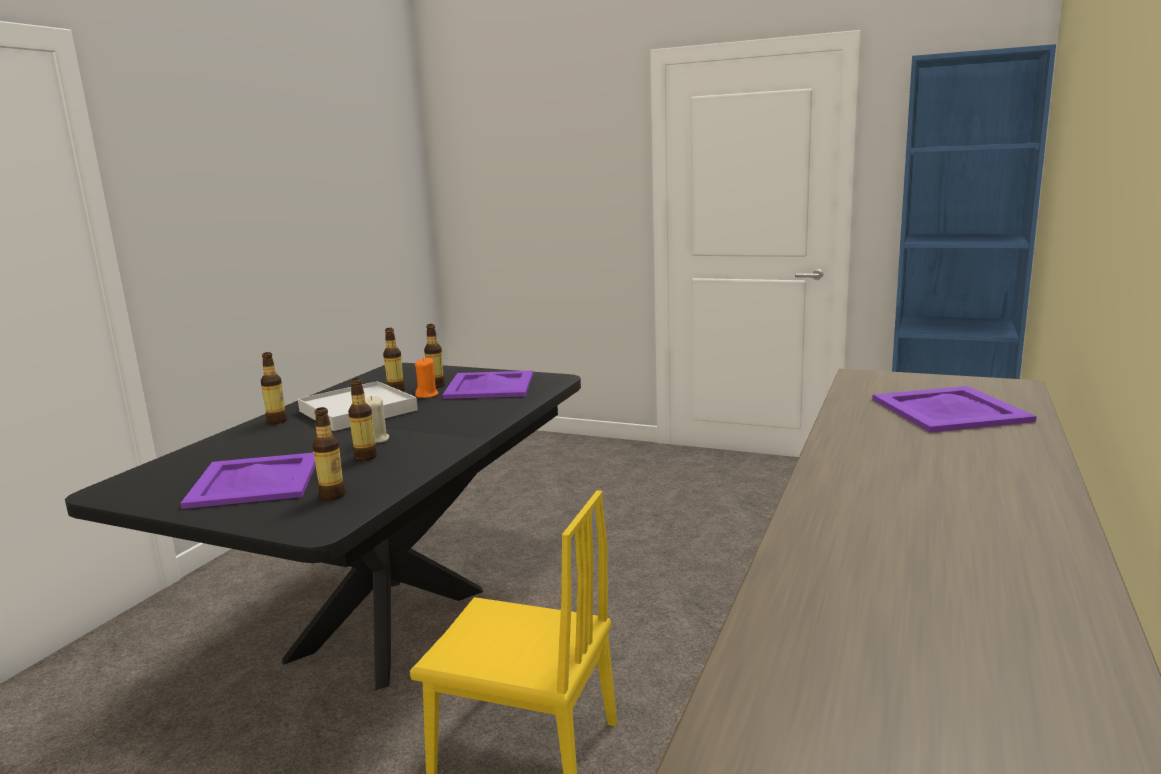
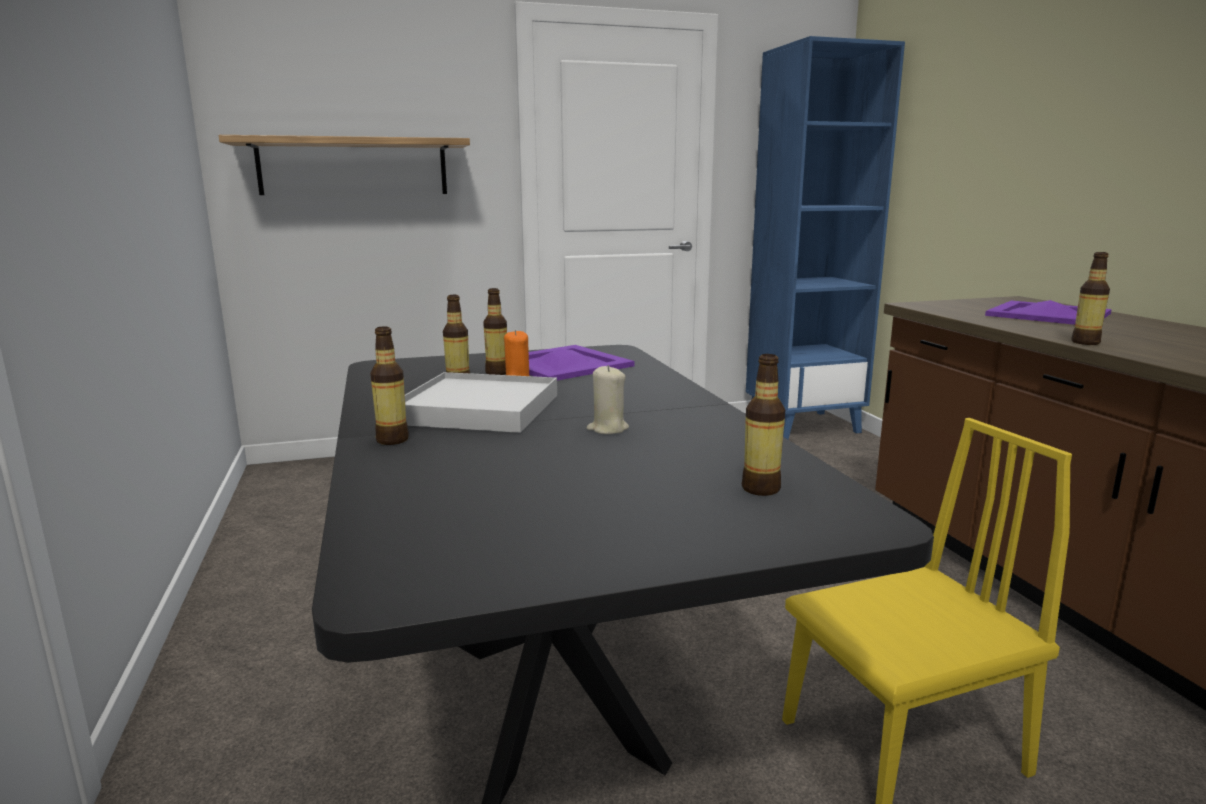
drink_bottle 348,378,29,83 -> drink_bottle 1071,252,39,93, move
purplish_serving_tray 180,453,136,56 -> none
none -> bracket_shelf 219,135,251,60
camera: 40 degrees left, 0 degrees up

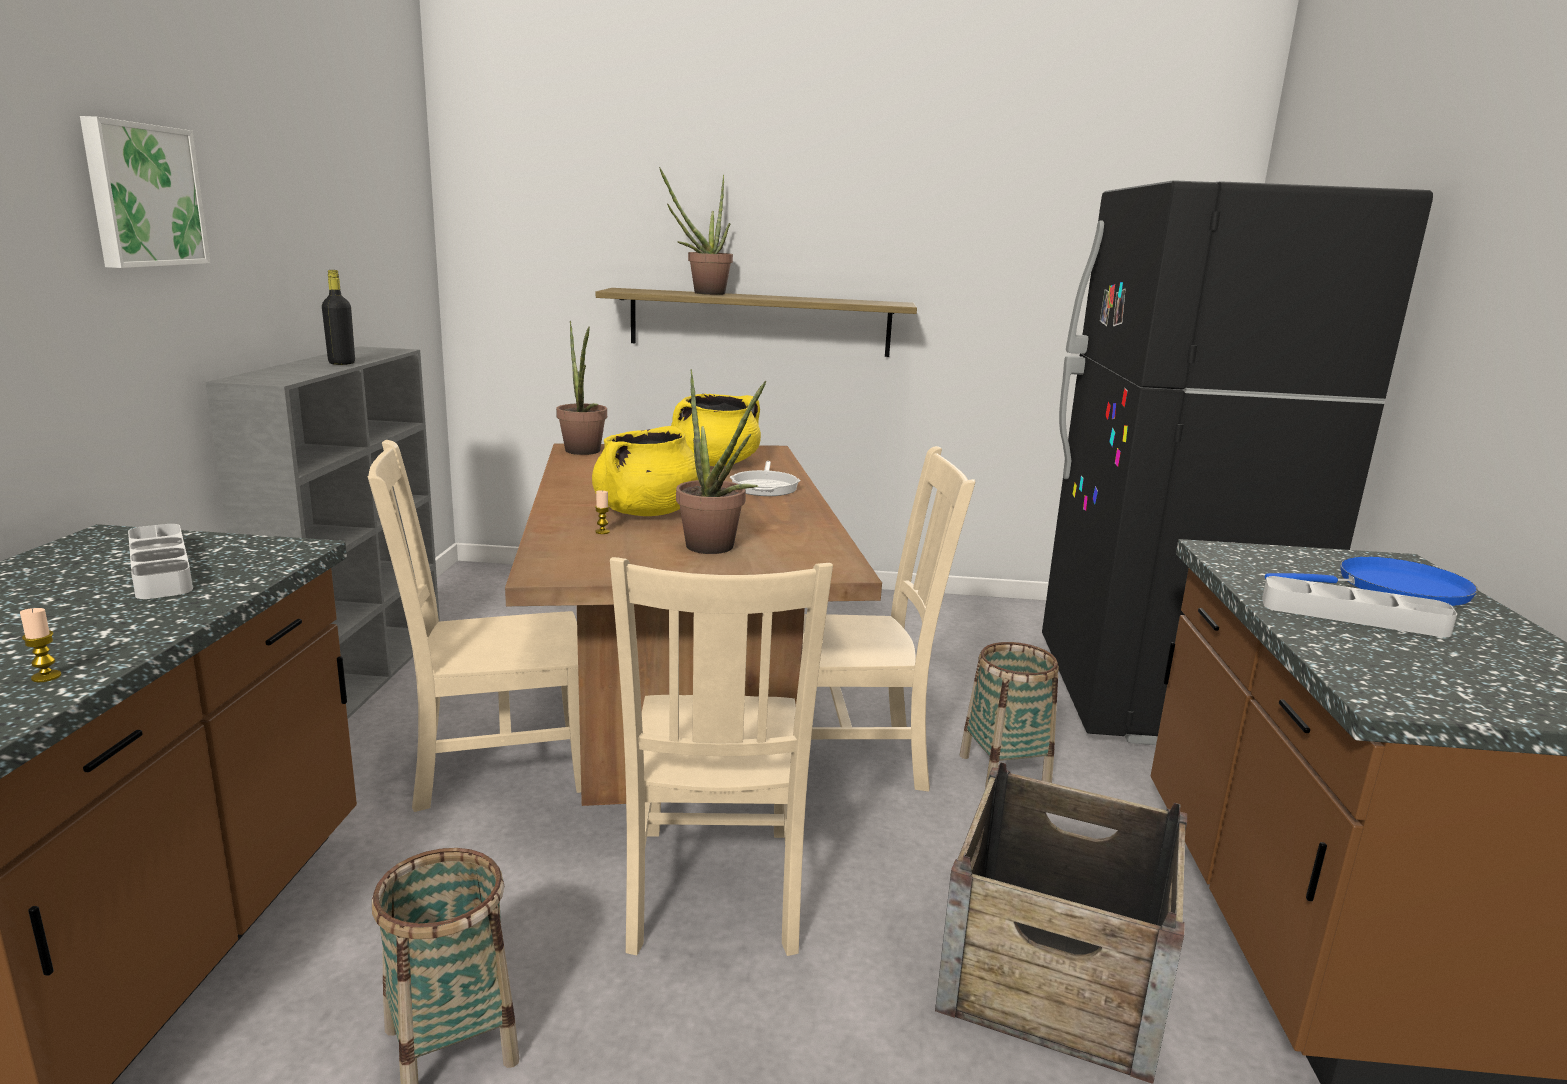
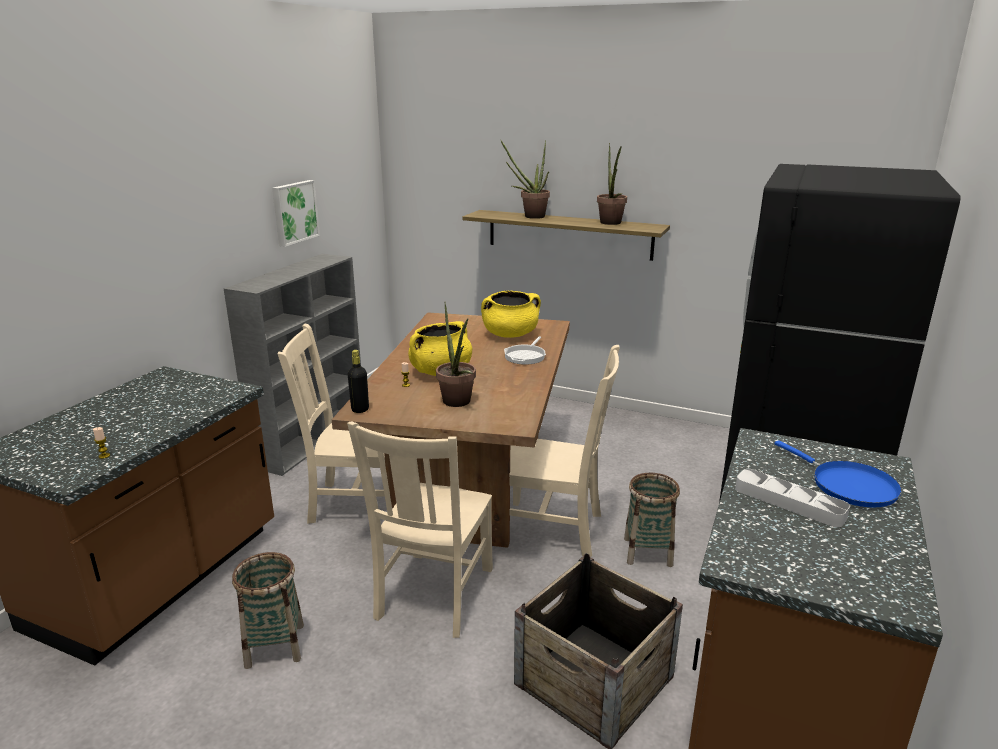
wall_art 80,116,130,152 -> wall_art 272,180,48,67, move
black-coloured_drink_bottle 322,270,33,95 -> black-coloured_drink_bottle 348,350,21,63, move
houseplant 556,321,51,134 -> houseplant 597,143,30,82, move
gray_serving_tray 128,524,65,75 -> none
blue_frying_pan 1265,557,213,49 -> blue_frying_pan 775,440,127,68, 45 degrees clockwise
camera: 20 degrees right, 5 degrees up

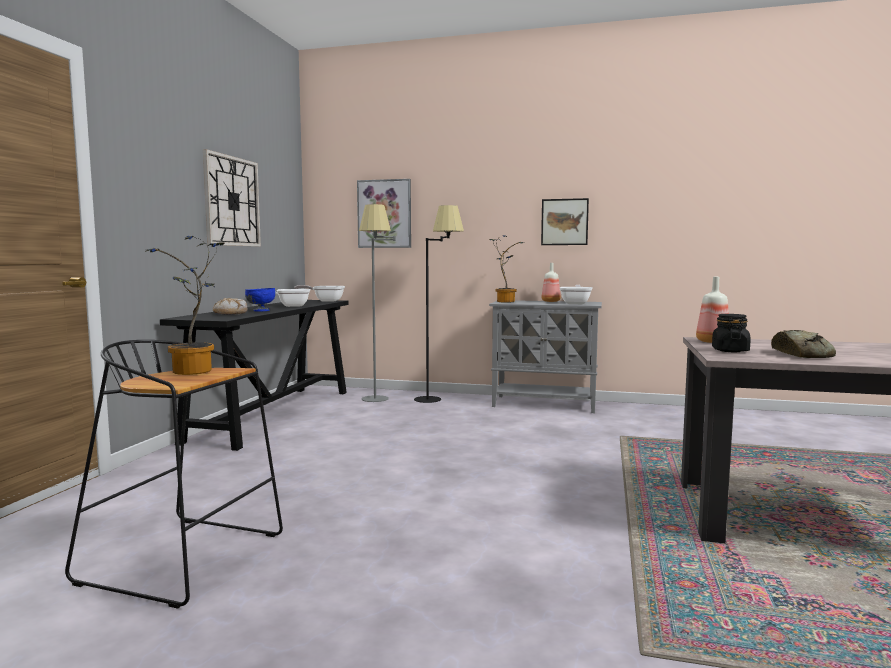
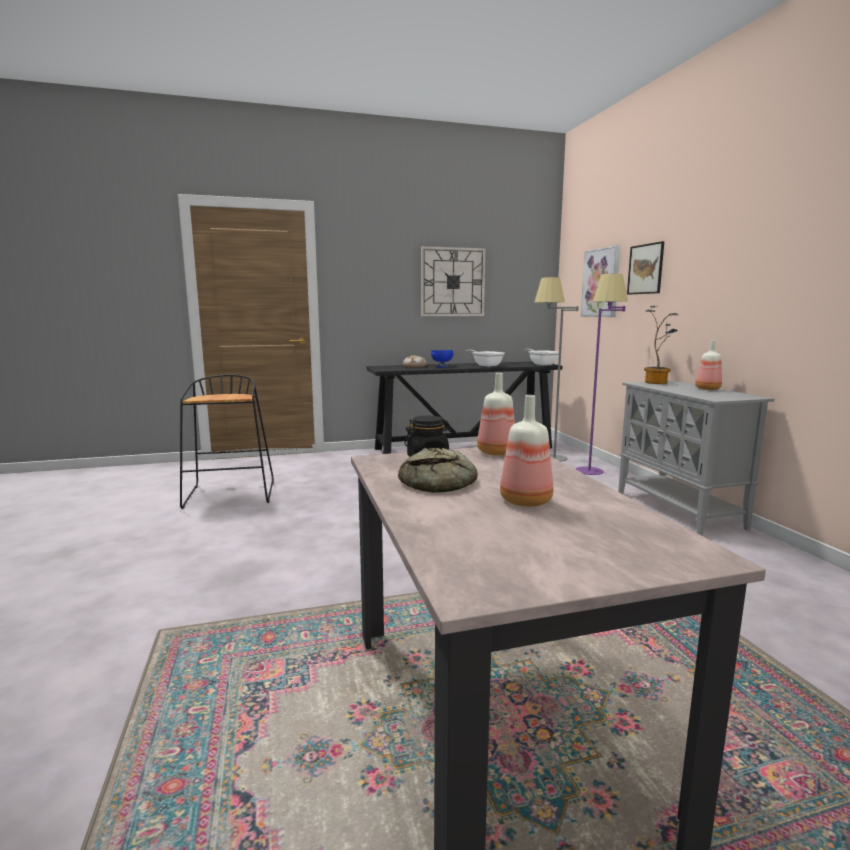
wall_art 541,198,48,47 -> wall_art 627,241,37,54, move
black-coloured_floor_lamp 414,205,50,198 -> purplish_floor_lamp 575,274,53,201
houseplant 145,236,80,139 -> none
frying_pan 560,285,33,19 -> none
none -> drink_bottle 500,395,53,112
camera: 60 degrees right, 5 degrees up

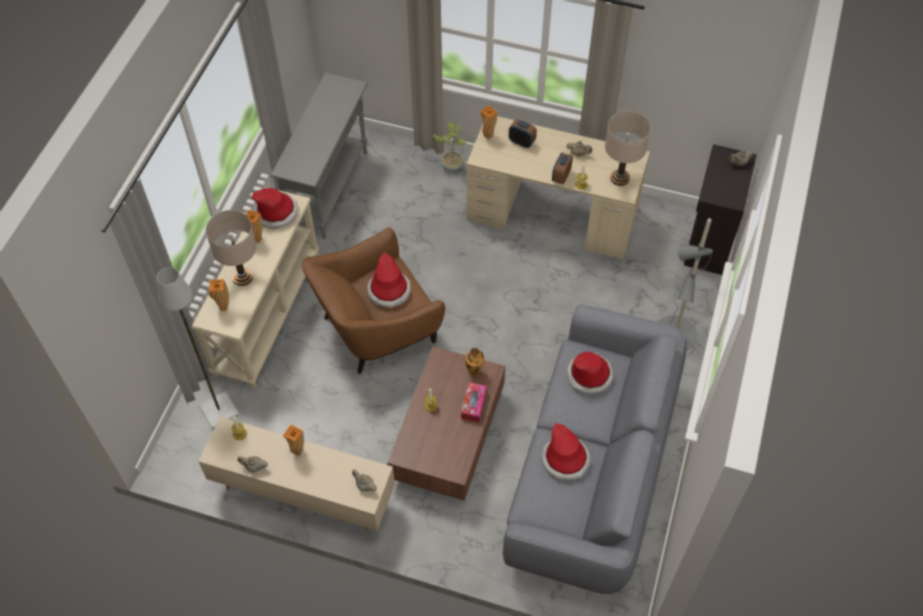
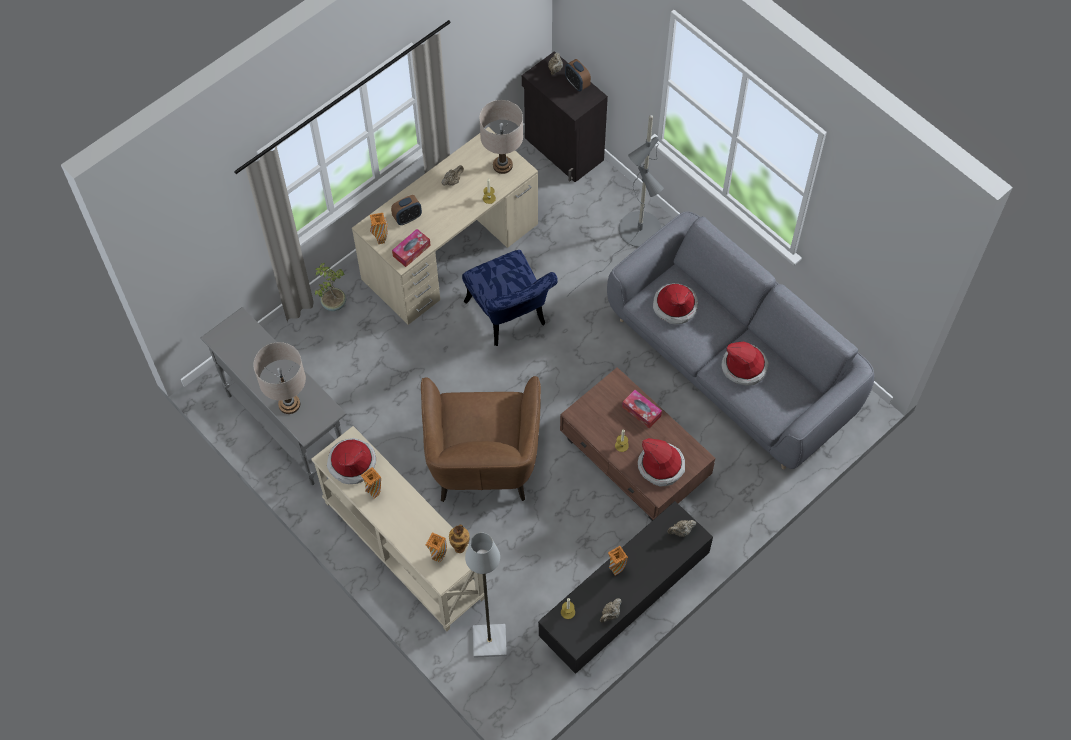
bedside_clock 552,153,21,31 -> bedside_clock 565,59,26,32, move
sand-coloured_lamp_for_a_table 206,210,51,76 -> sand-coloured_lamp_for_a_table 253,342,53,72, move
wearable_hat 367,252,44,55 -> wearable_hat 638,438,47,49, move
flower_vase 465,348,19,28 -> flower_vase 449,525,21,28, move
sand-coloured_media_console 198,416,197,117 -> black-coloured_media_console 538,501,175,173
none -> tissue_holder 392,229,39,38
none -> blue_upright_chair 462,250,96,96
camera: 60 degrees left, 5 degrees up

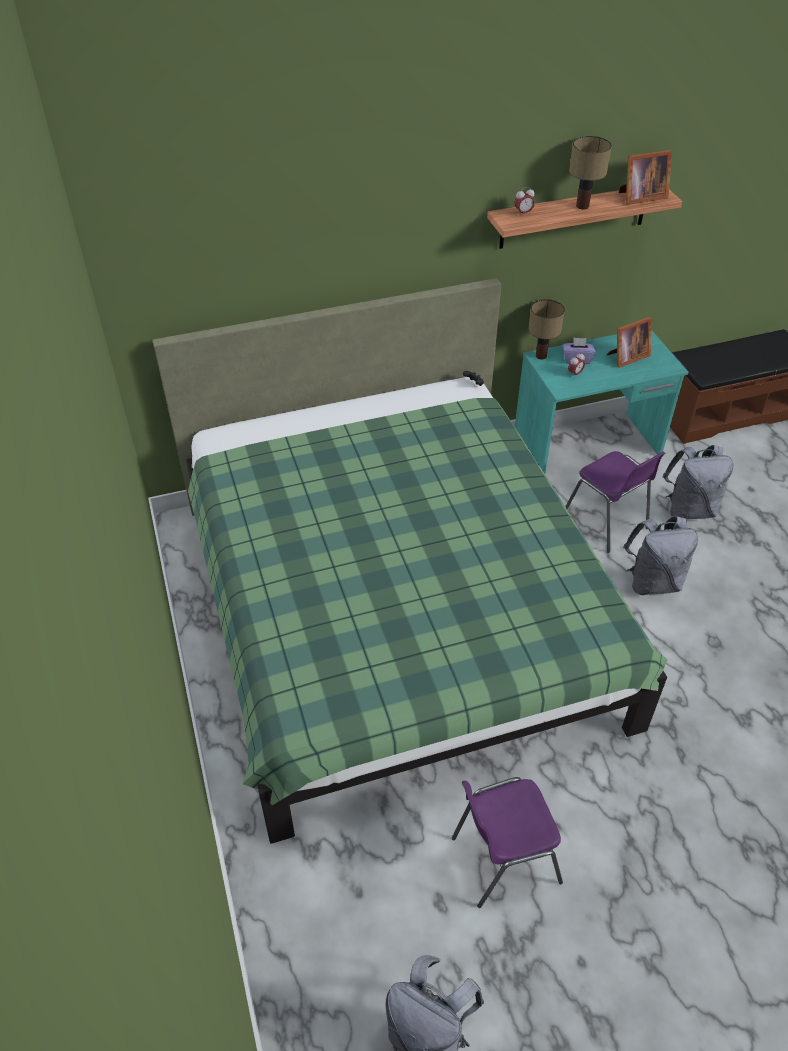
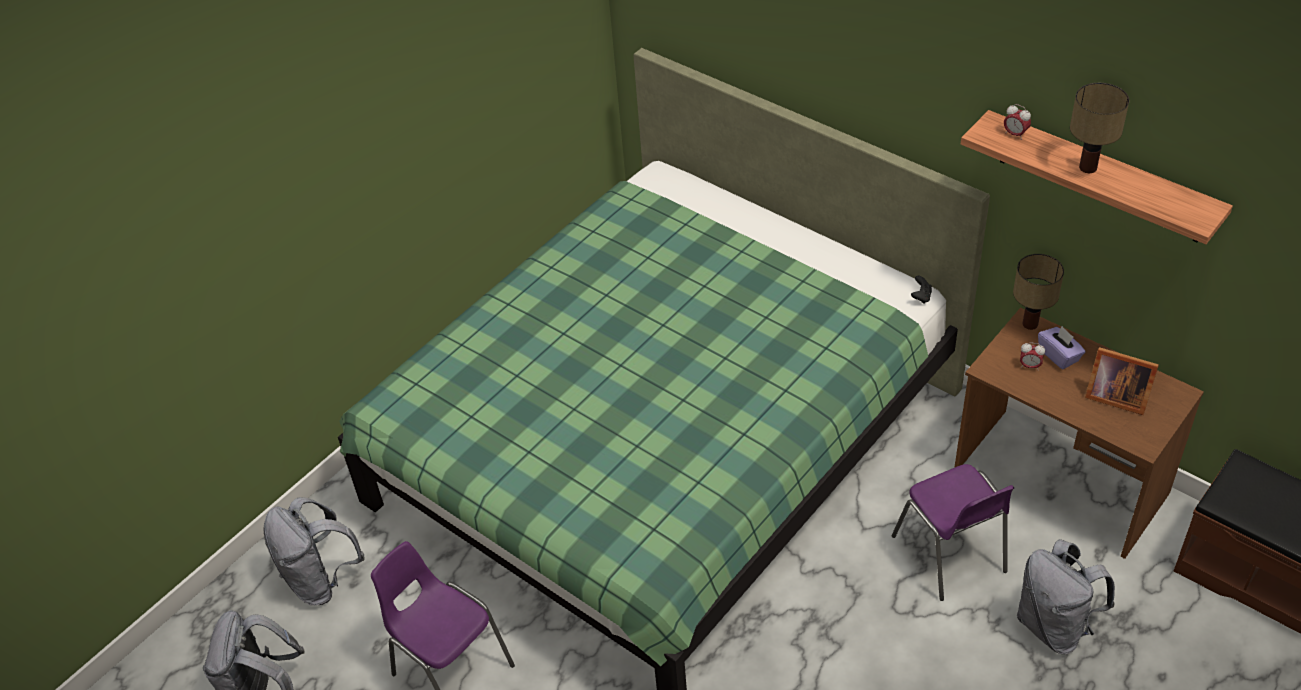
picture_frame 619,150,53,55 -> none
turquoise-coloured_desk_table 515,330,174,143 -> brownish_desk_table 954,308,250,251
purplish_upright_chair 565,451,100,102 -> purplish_upright_chair 892,464,122,137, 45 degrees counterclockwise
gray_backpack 623,516,75,79 -> gray_backpack 263,497,101,109, move
camera: 60 degrees right, 0 degrees up

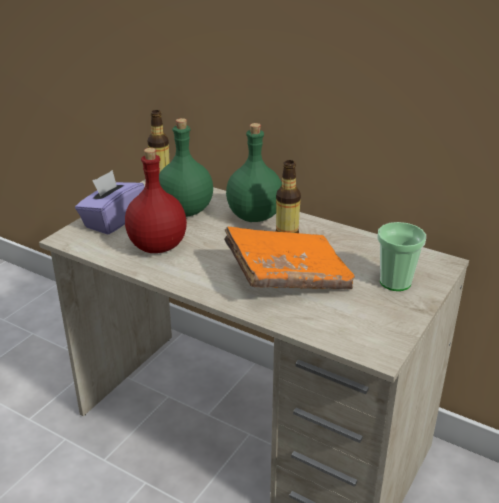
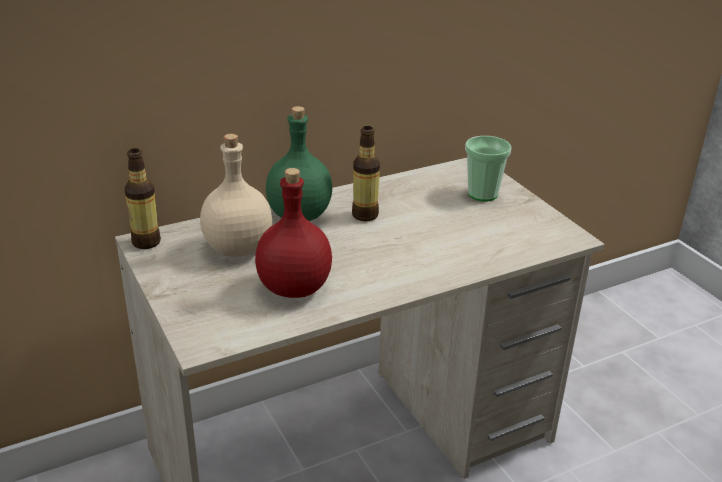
green_drink_bottle 159,118,54,99 -> sand-coloured_drink_bottle 200,134,72,123
purplish_tissue_holder 75,170,70,65 -> none
orange_bound_book 224,227,130,62 -> none
camera: 60 degrees left, 0 degrees up

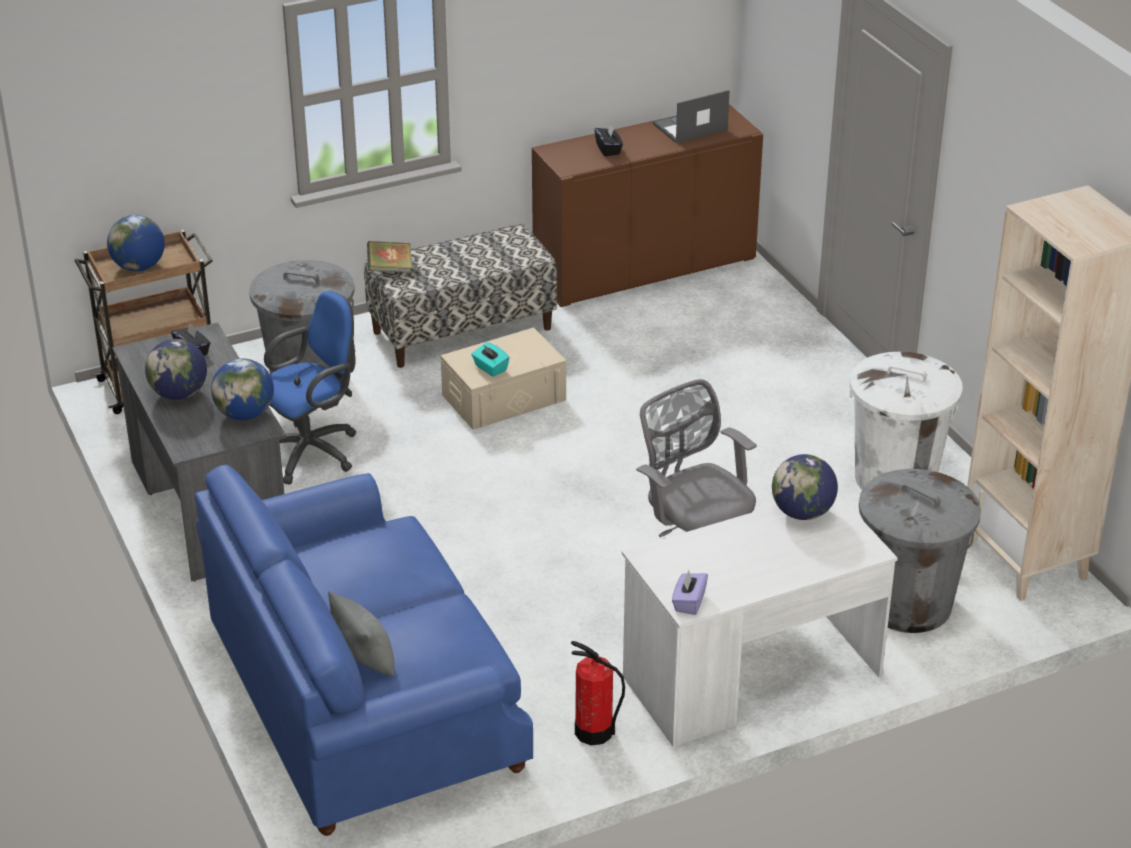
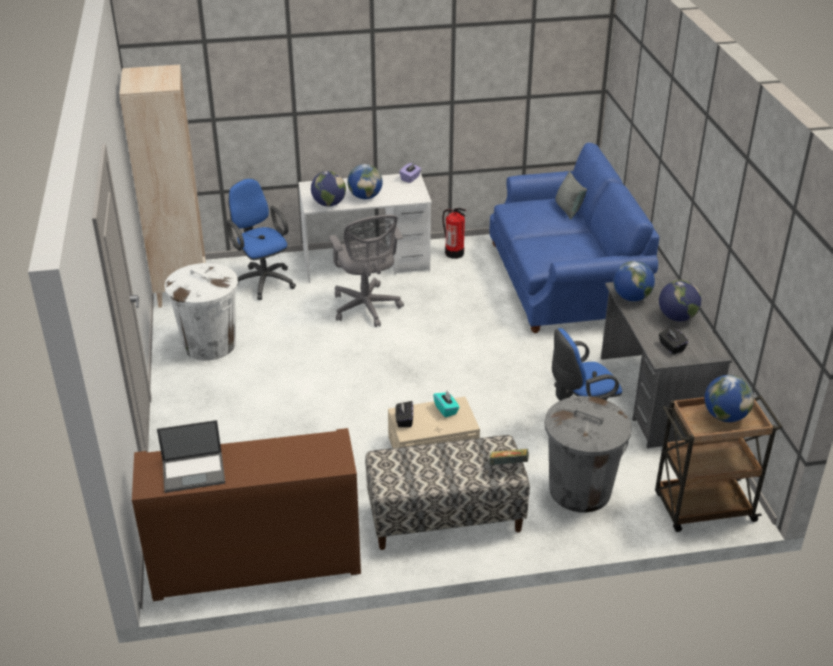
black-coloured_tissue_holder 595,124,28,32 -> black-coloured_tissue_holder 395,401,18,26, move
gray_trash_can 859,469,122,164 -> blue_computer_chair 226,178,70,122
none -> world_globe 347,164,36,35
camera: 165 degrees left, 0 degrees up

